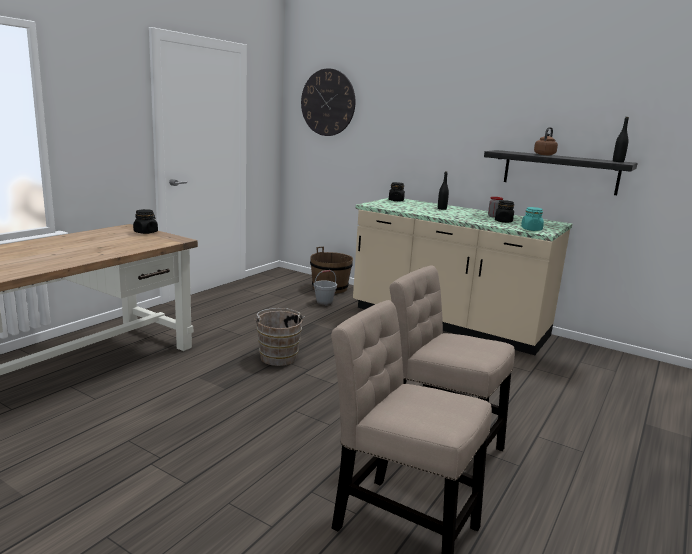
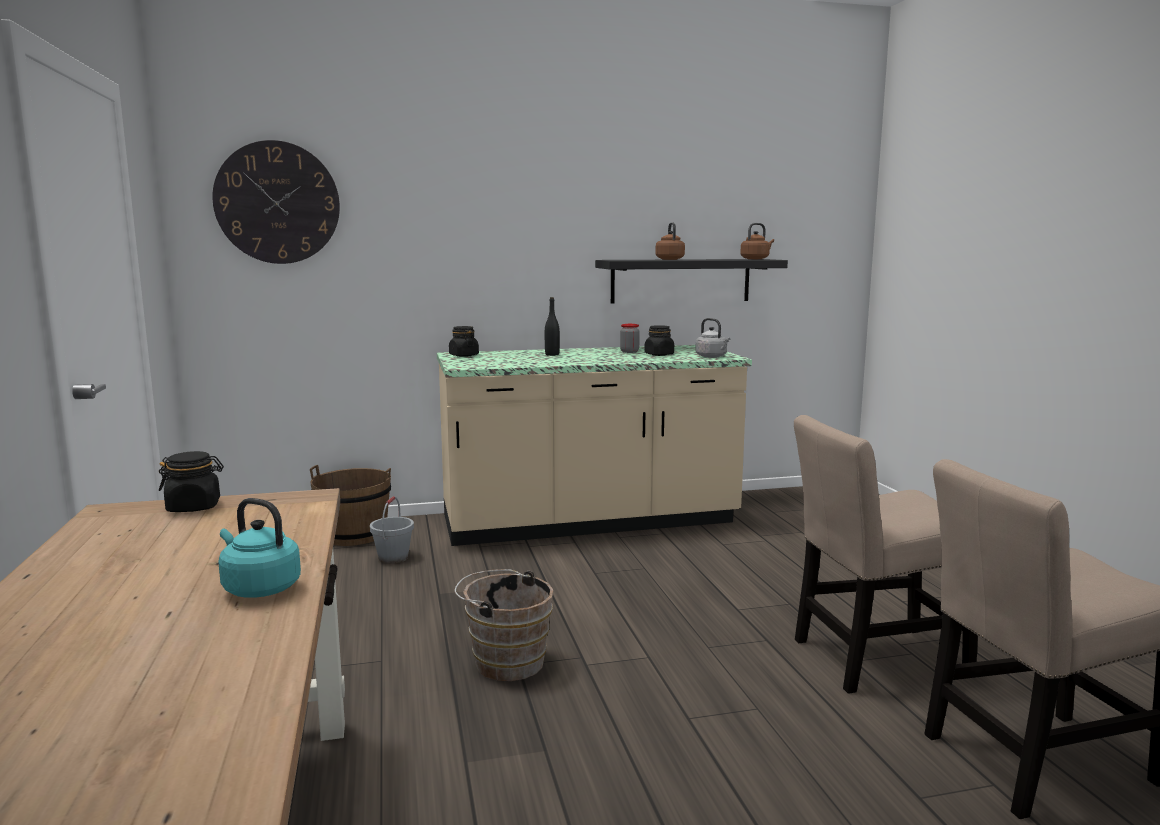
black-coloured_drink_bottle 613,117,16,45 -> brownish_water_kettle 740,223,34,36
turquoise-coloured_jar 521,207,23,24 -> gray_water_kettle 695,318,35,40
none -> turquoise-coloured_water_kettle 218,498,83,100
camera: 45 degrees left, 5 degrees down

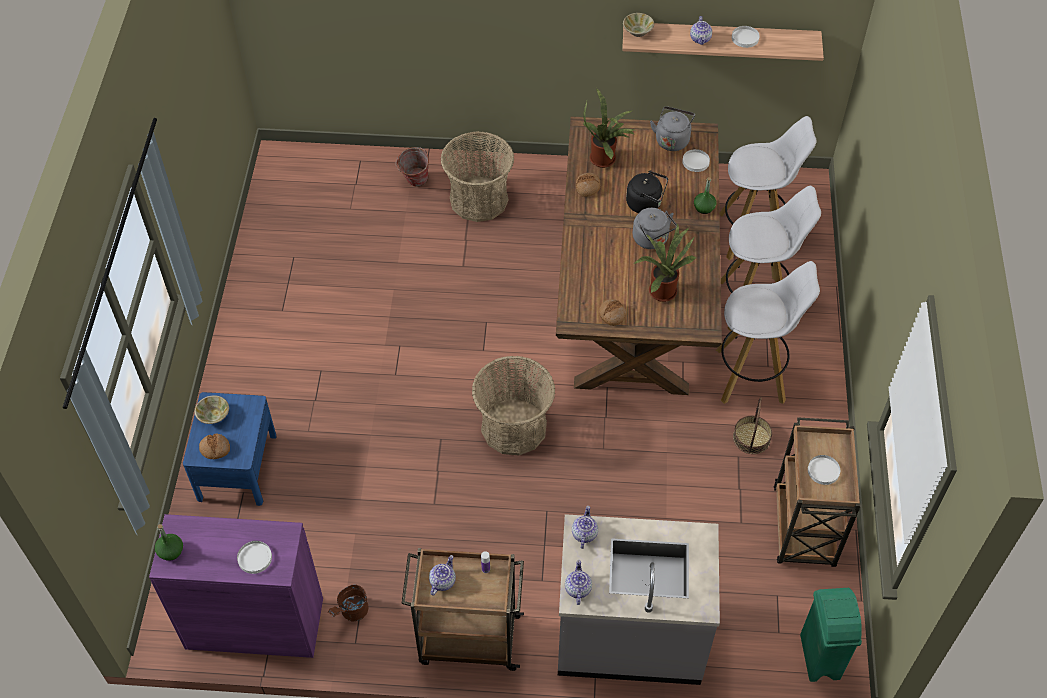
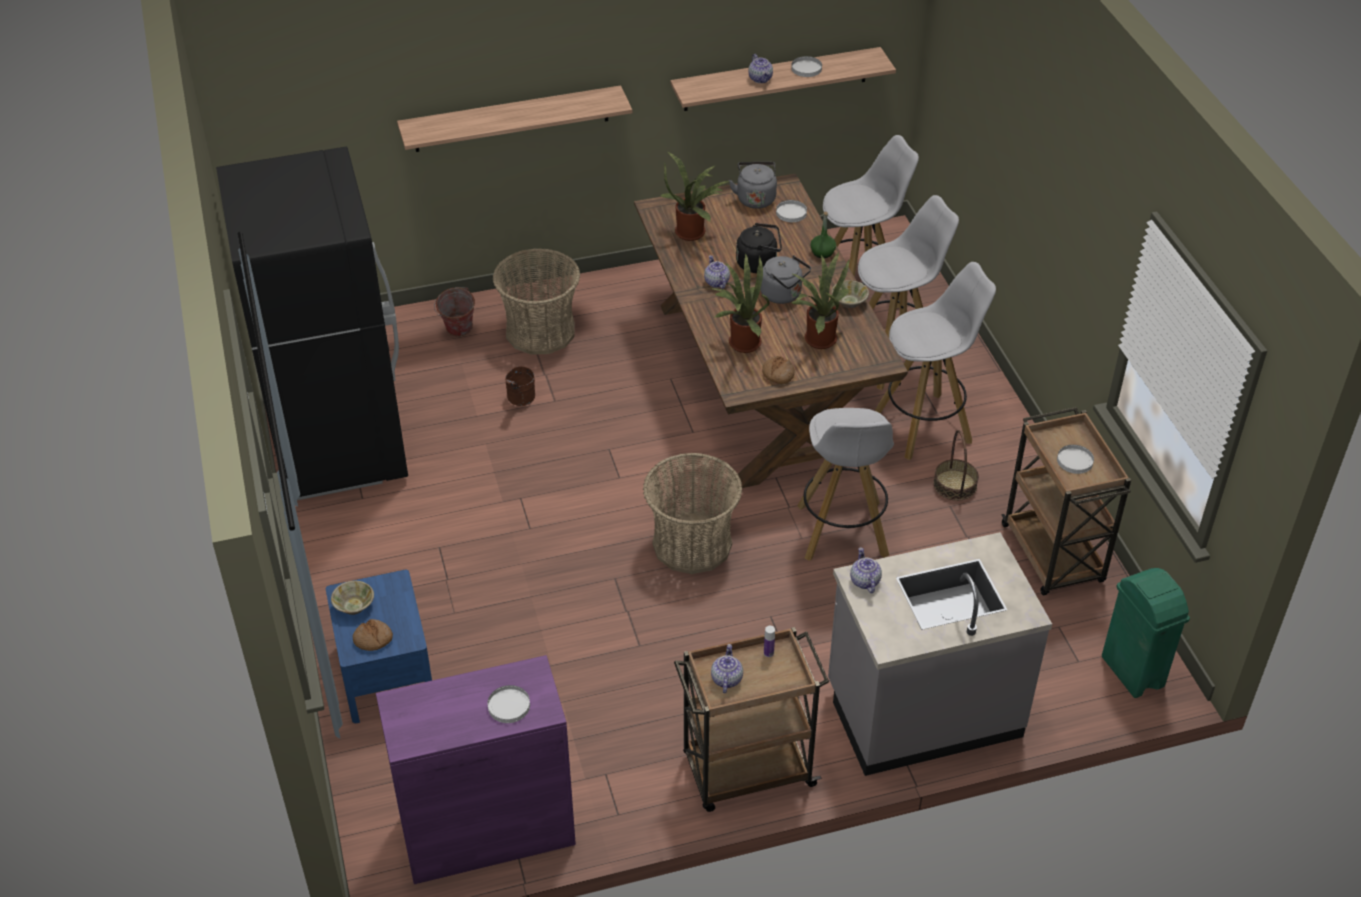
sand-coloured_bowl 623,13,31,24 -> sand-coloured_bowl 831,280,38,28, move
bakery_bread 576,173,25,24 -> none
green_drink_bottle 155,524,28,37 -> none
teapot 565,560,27,45 -> teapot 704,255,26,34, move
brownish_water_bucket 328,585,40,37 -> brownish_water_bucket 505,366,30,40, move
none -> bracket_shelf 397,85,235,67
none -> black-coloured_fridge 216,147,192,353
none -> houseplant 709,254,61,99
none -> whitish_stool 797,408,97,153
camera: 20 degrees left, 10 degrees down

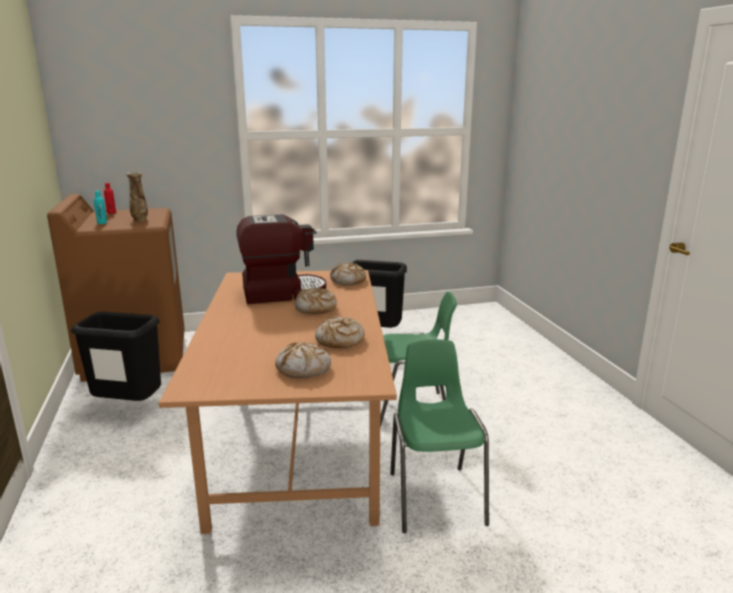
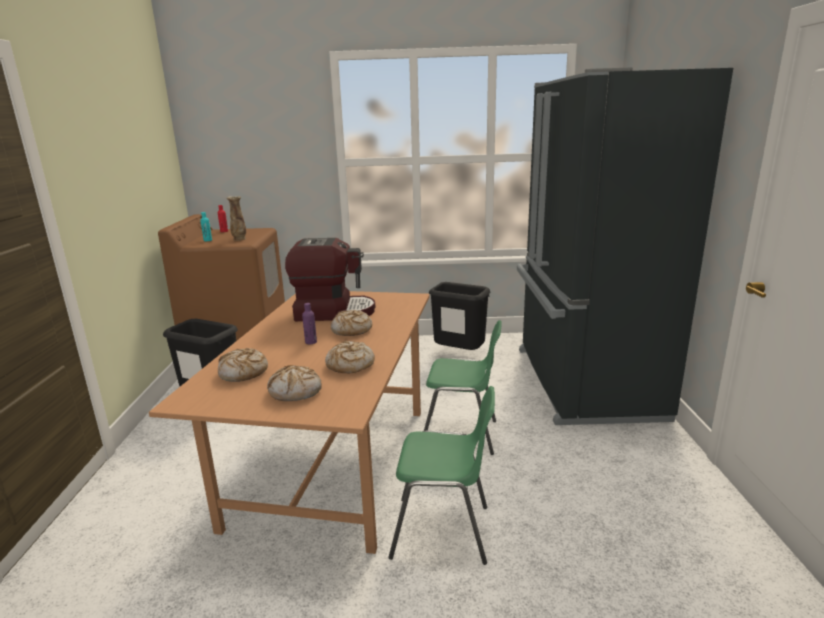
bakery_bread 330,263,36,22 -> bakery_bread 218,348,50,34, move
green_upright_chair 390,339,99,194 -> green_upright_chair 389,386,106,179, 90 degrees clockwise
none -> black-coloured_fridge 517,68,216,357
none -> purplish_drink_bottle 302,303,15,41
camera: 15 degrees right, 0 degrees up

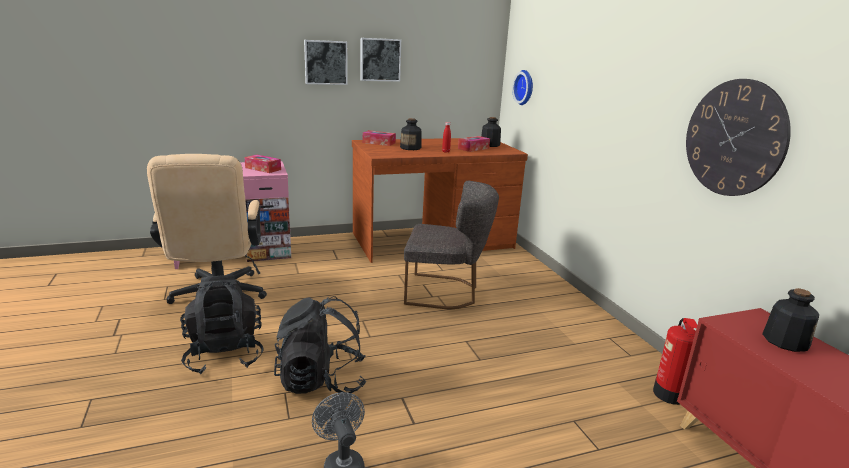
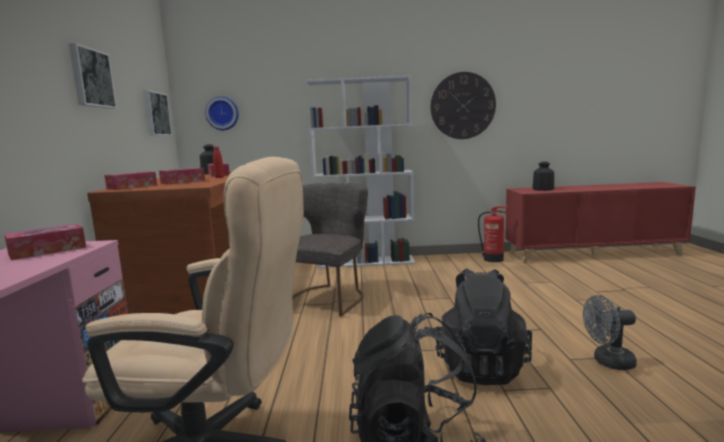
wall_art 304,40,44,45 -> wall_art 143,90,29,46, move
drink_bottle 400,118,22,32 -> tissue_holder 159,168,46,17
none -> whitish_shelving_unit 306,75,109,193
camera: 70 degrees left, 10 degrees down

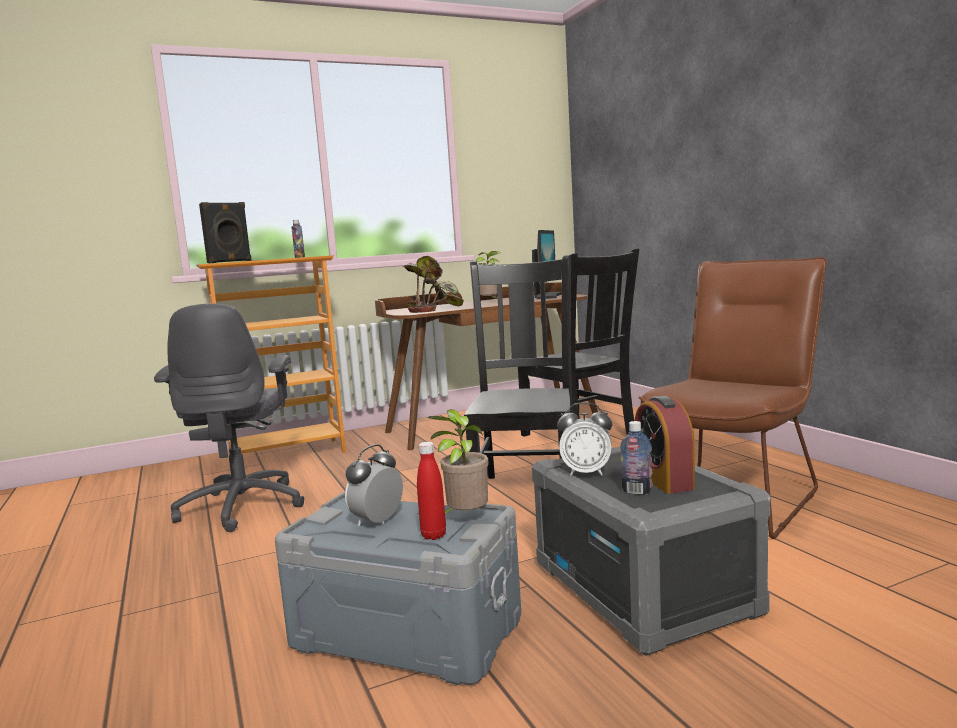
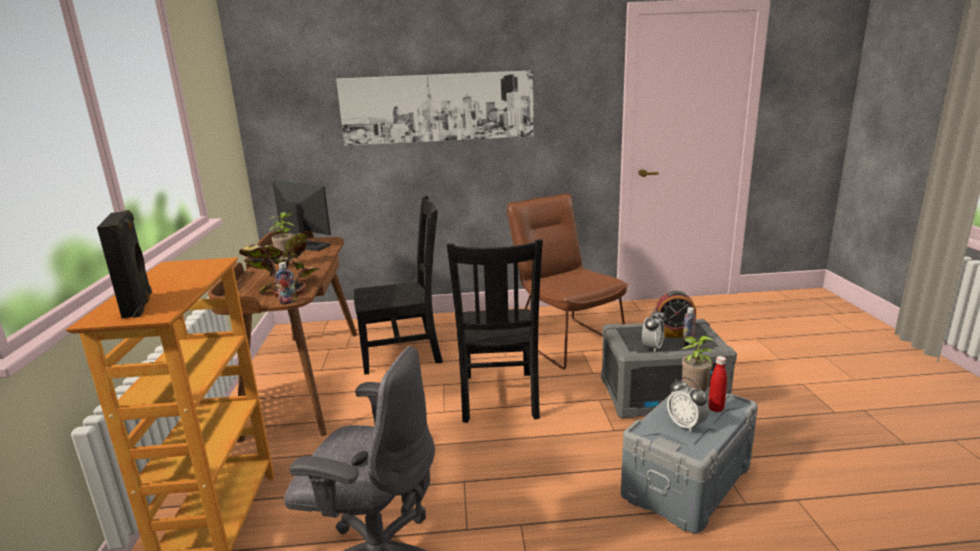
drink_bottle 291,220,14,38 -> drink_bottle 275,262,22,42, move
black-coloured_upright_chair 464,255,109,224 -> black-coloured_upright_chair 447,239,96,184, 120 degrees counterclockwise
none -> wall_art 336,70,198,76
camera: 70 degrees left, 10 degrees up

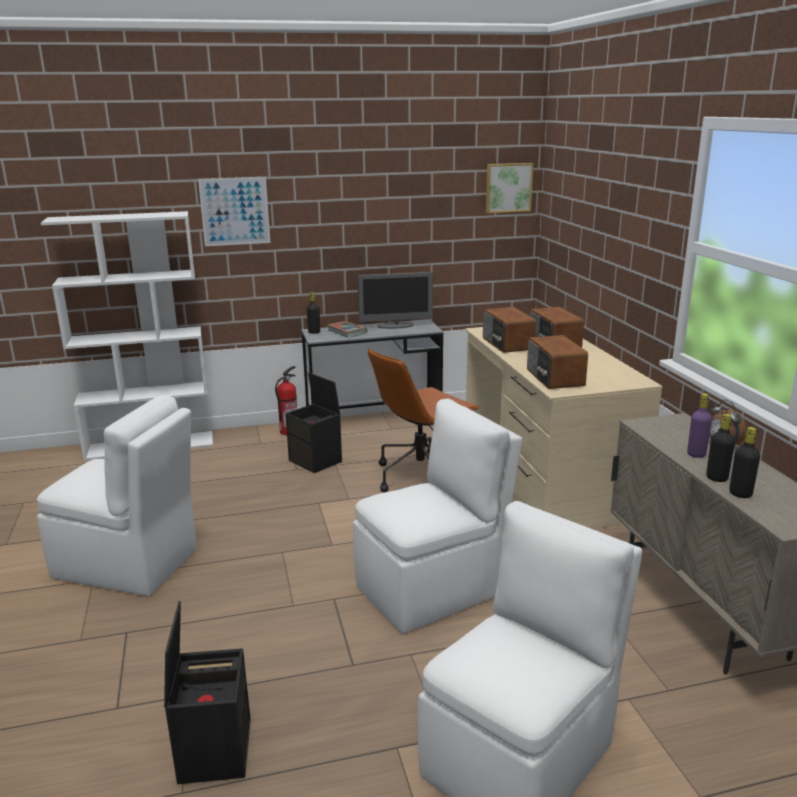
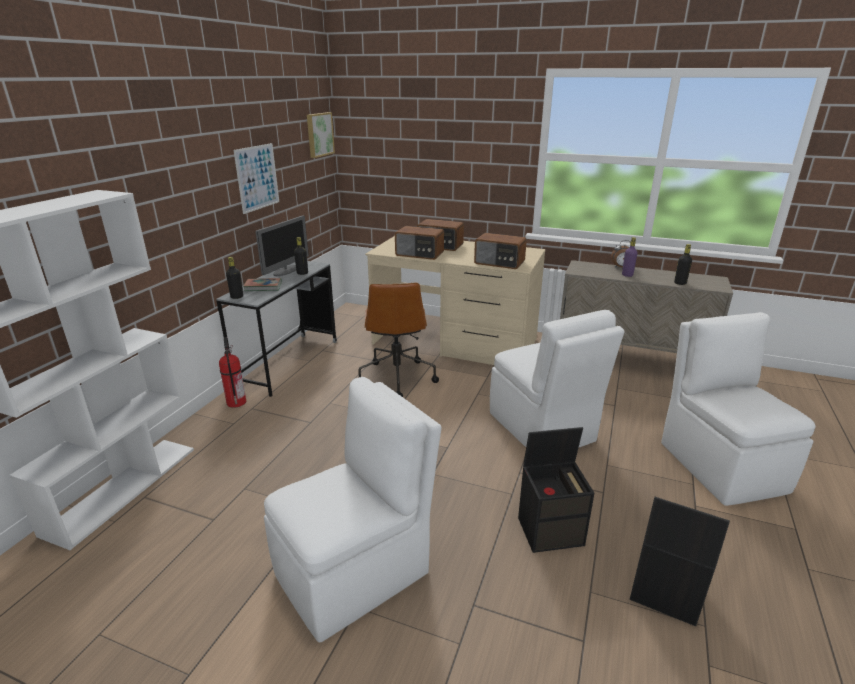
wall_art 198,177,73,69 -> wall_art 233,143,46,71, move
black-coloured_storage_bin 286,372,56,101 -> black-coloured_storage_bin 518,427,76,126, move
whitish_upright_chair 353,399,169,235 -> whitish_upright_chair 490,310,134,137, 150 degrees clockwise
black-coloured_drink_bottle 706,414,29,68 -> black-coloured_drink_bottle 294,237,14,38, move
camera: 55 degrees left, 5 degrees up

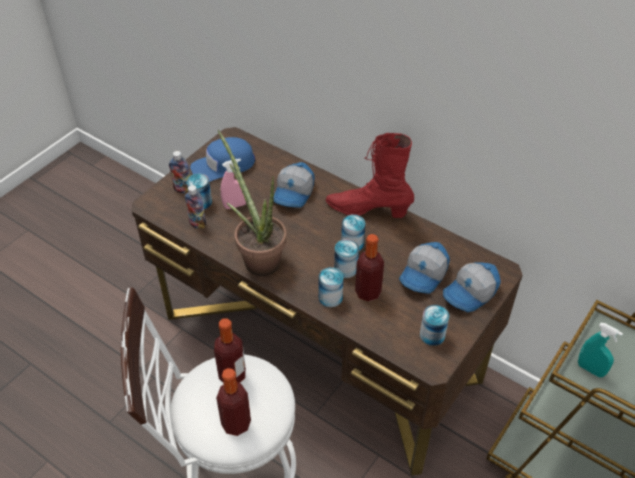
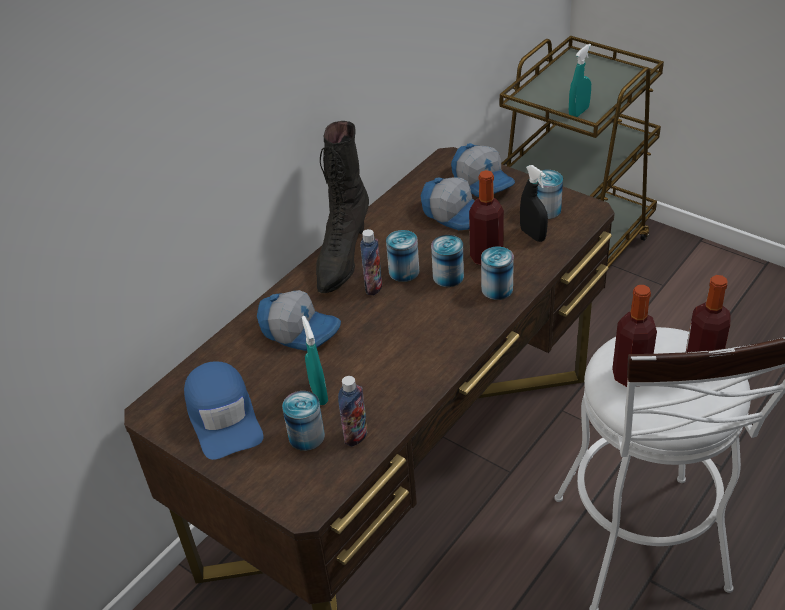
houseplant 218,130,69,146 -> none
red-coloured_high-top_boot 326,133,88,85 -> black-coloured_high-top_boot 316,121,53,172
drink_bottle 169,151,21,42 -> drink_bottle 360,229,22,66, move
pinkish_hand_sprayer 221,159,25,50 -> turquoise-coloured_hand_sprayer 302,316,26,89
none -> black-coloured_hand_sprayer 520,165,28,77
camera: 85 degrees left, 5 degrees down

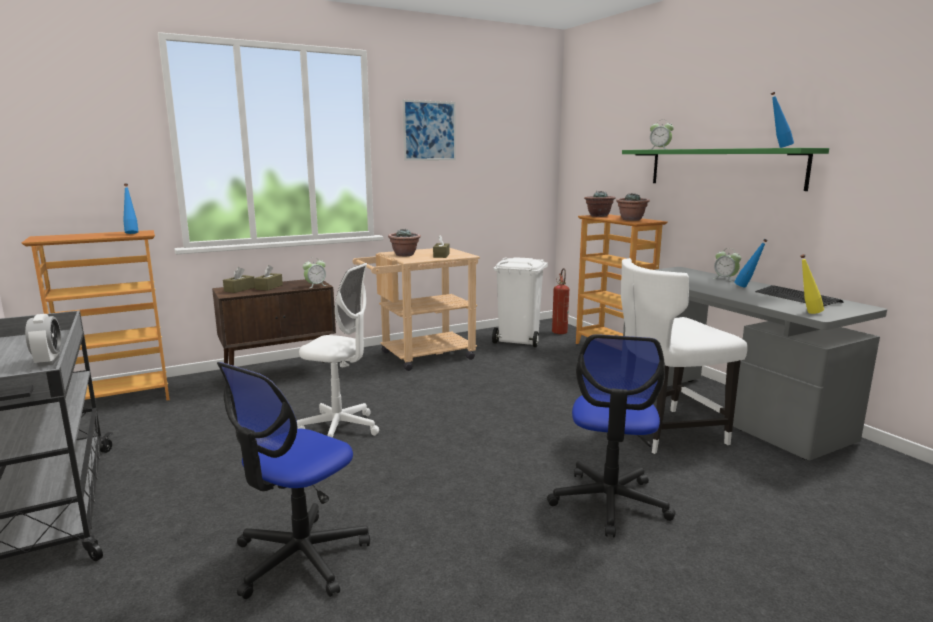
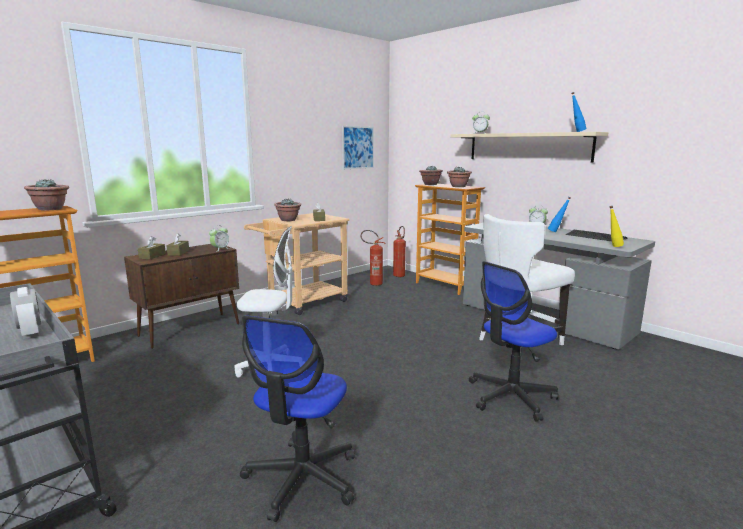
wall_art 403,100,53,60 -> wall_art 342,126,32,43, move
green_bracket_shelf 622,148,207,43 -> sand-coloured_bracket_shelf 450,132,159,31
blue_drink_bottle 123,184,15,50 -> houseplant 24,179,45,32
whitish_trash_can 492,257,56,90 -> fire_extinguisher 361,230,24,56
computer_chair 547,334,129,203 -> computer_chair 469,261,89,161, 60 degrees clockwise
camera: 15 degrees left, 0 degrees up

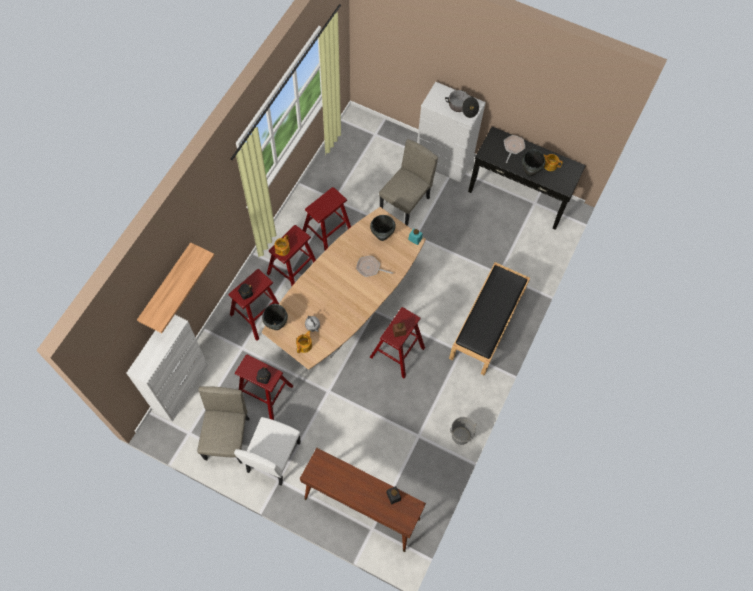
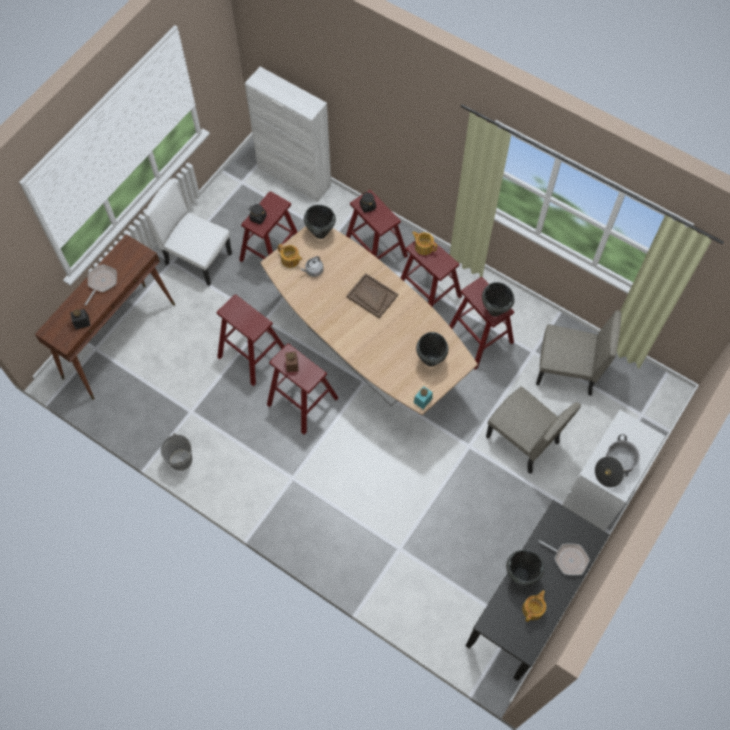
bracket_shelf 137,242,78,91 -> none
frying_pan 356,256,37,21 -> frying_pan 84,264,33,42, move
black-coloured_bench 449,262,81,113 -> none
sand-coloured_upright_chair 197,386,53,78 -> sand-coloured_upright_chair 536,310,85,86, move
none -> brownish_serving_tray 347,273,51,45
none -> black-coloured_stockpot 482,282,33,35
none -> red-coloured_stool 216,294,68,92
camera: 100 degrees right, 0 degrees up

